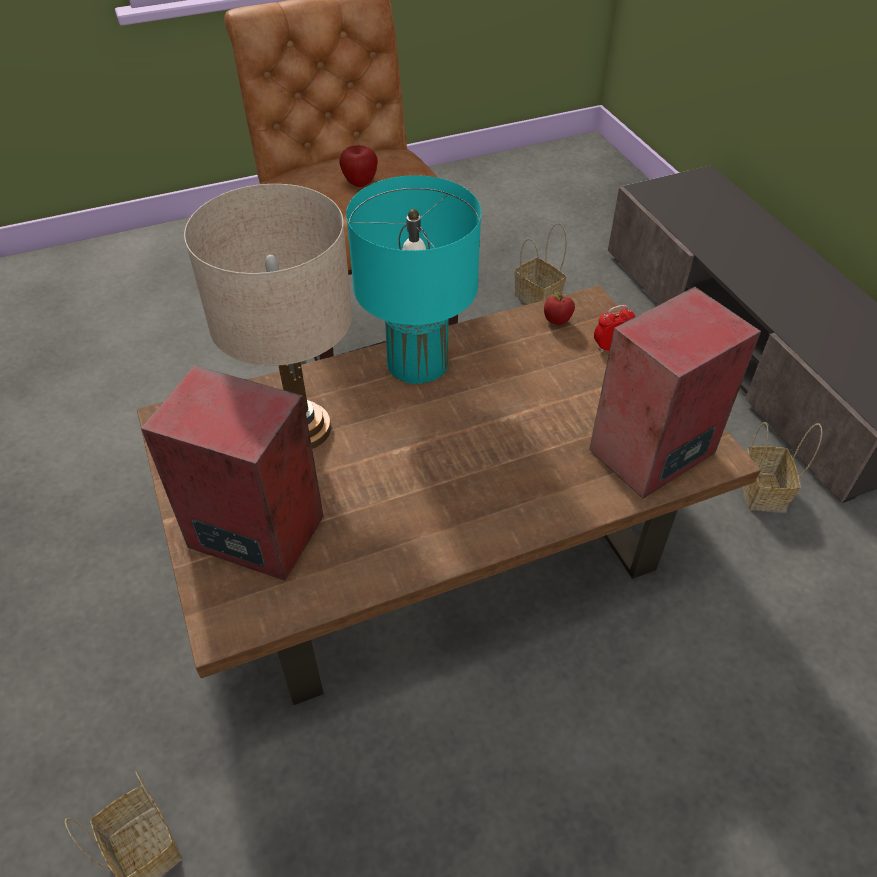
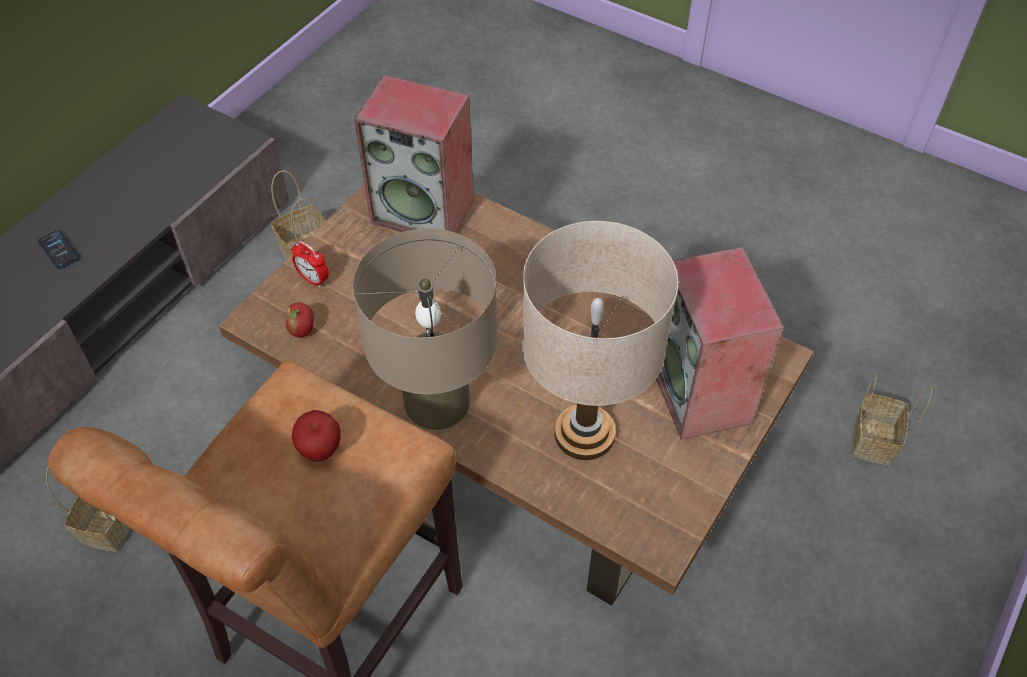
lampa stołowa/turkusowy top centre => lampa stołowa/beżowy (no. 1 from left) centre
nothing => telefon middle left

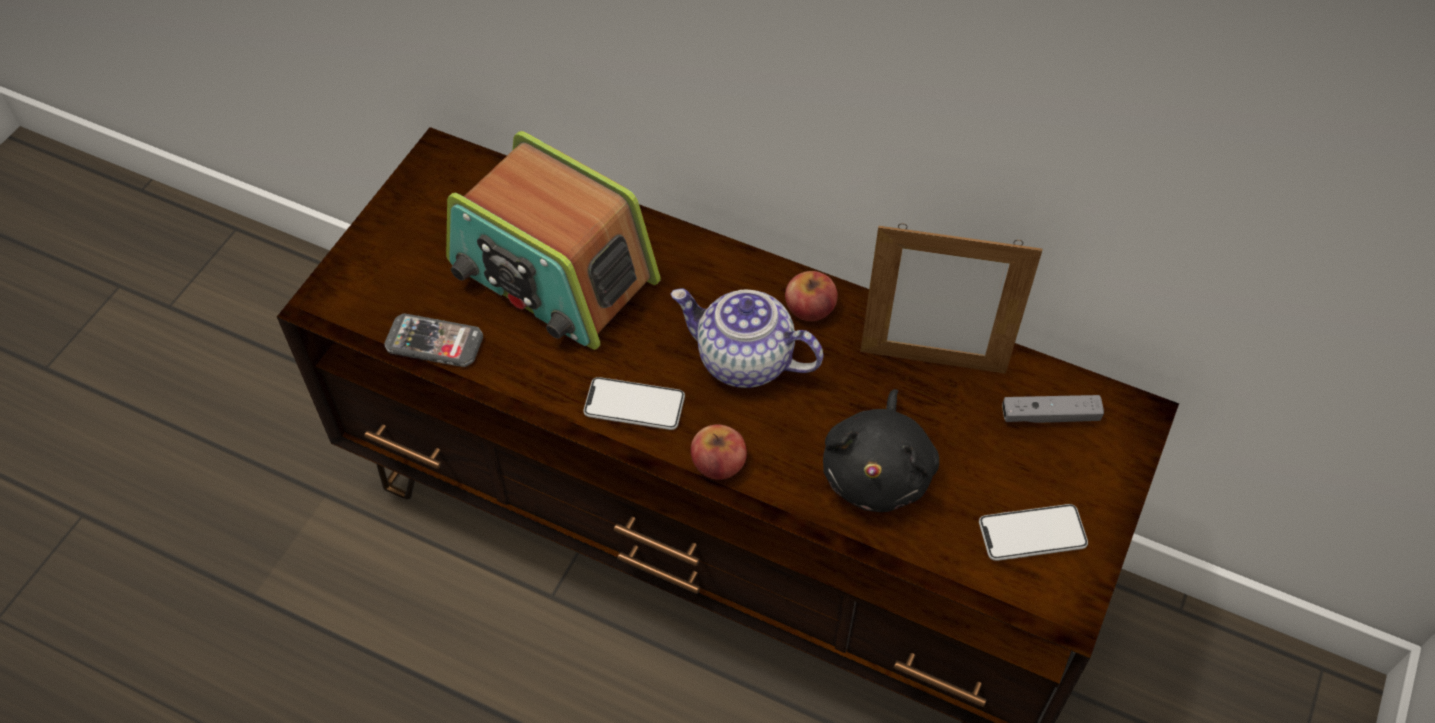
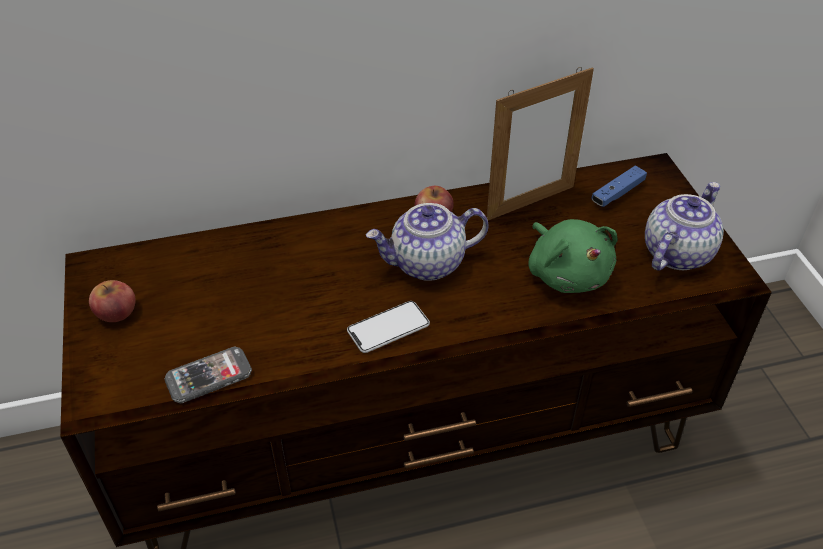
radio top centre => nothing
jabłko (no. 1 from left) centre => jabłko (no. 1 from left) middle left, relocated
pluszak/czarny centre => pluszak/zielony middle right
telefon (no. 3 from left) bottom right => imbryk (no. 2 from left) middle right
pad do gier/szary middle right => pad do gier/niebieski middle right

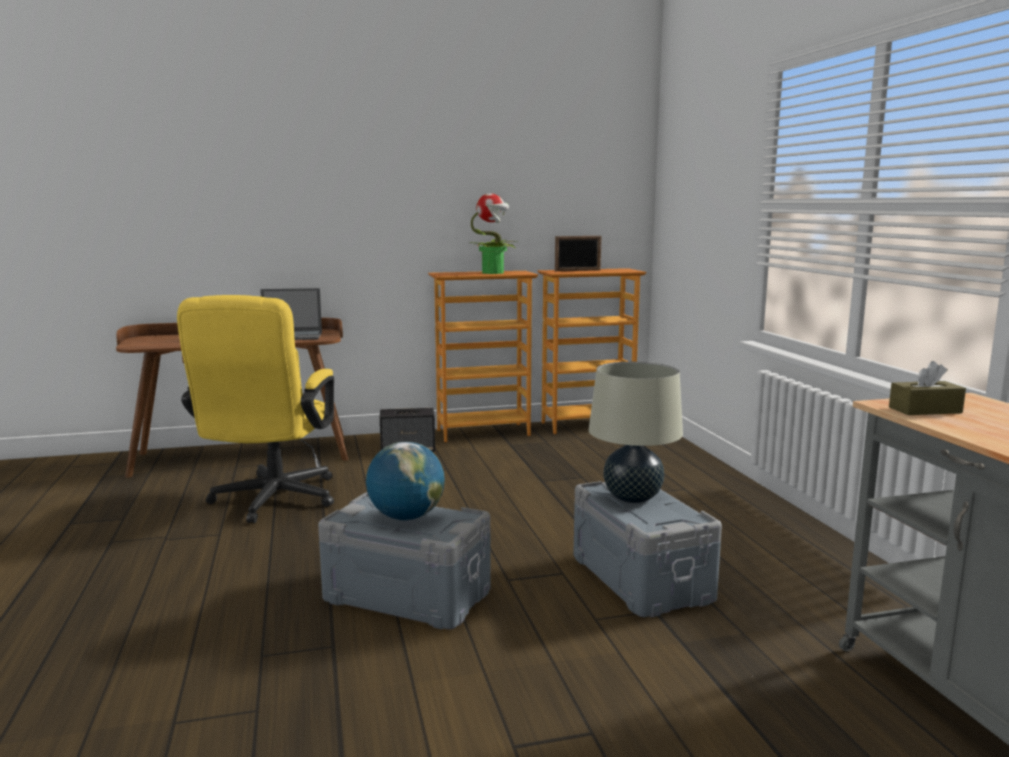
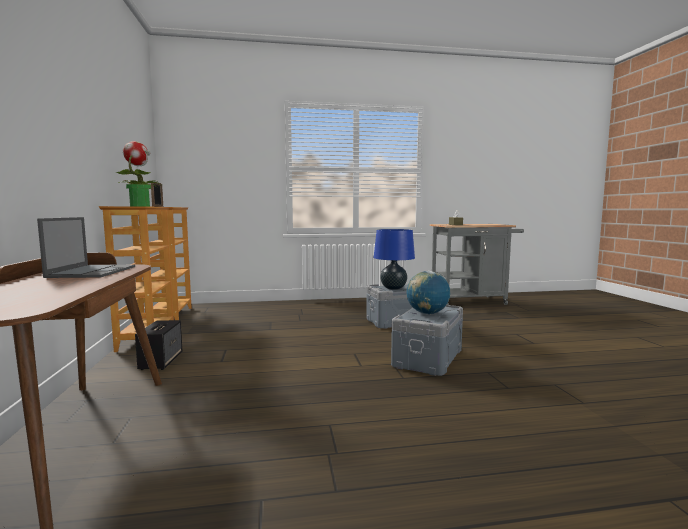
krzesło biurowe/żółty middle left => nothing
lampa stołowa/beżowy centre => lampa stołowa/niebieski centre

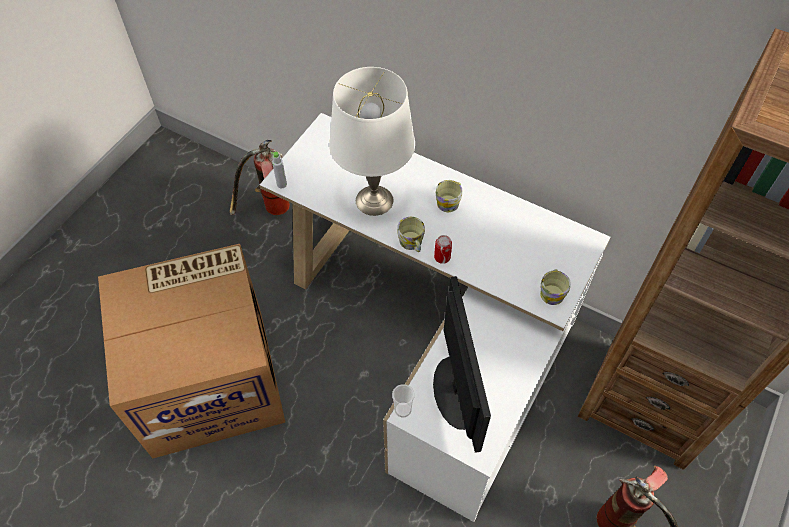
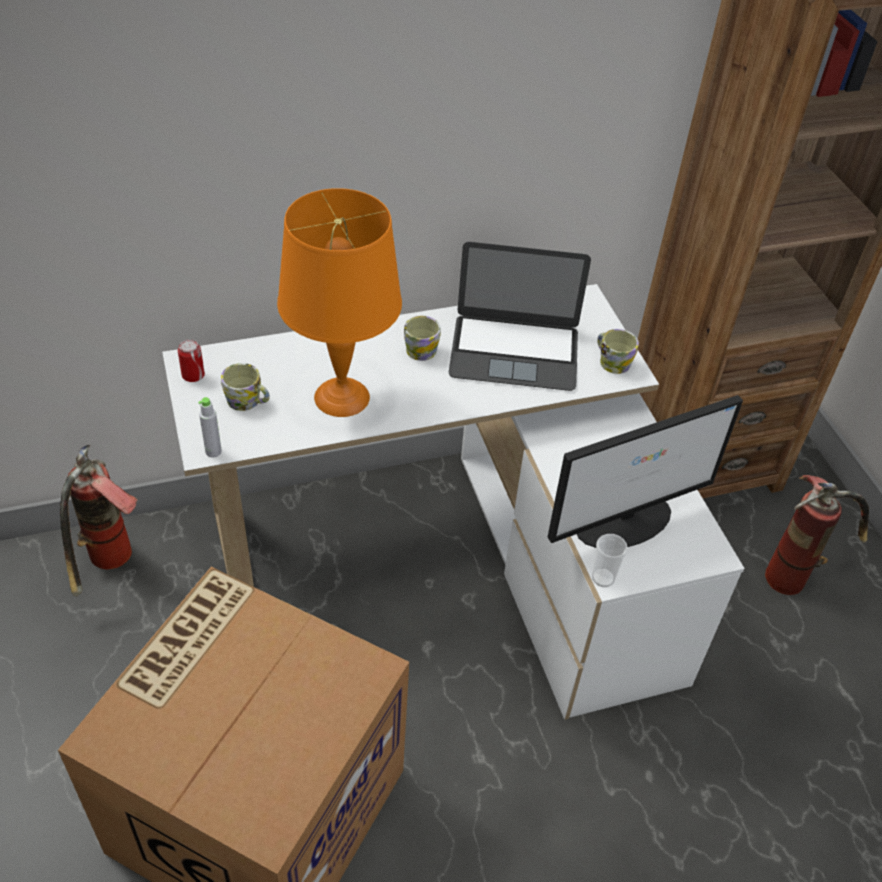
lampa stołowa/biały top centre => lampa stołowa/pomarańczowy centre
kubek (no. 1 from left) centre => kubek (no. 1 from left) middle left, relocated
monitor bottom centre => monitor middle right, 120 degrees clockwise
puszka centre => puszka middle left, relocated
nothing => laptop centre

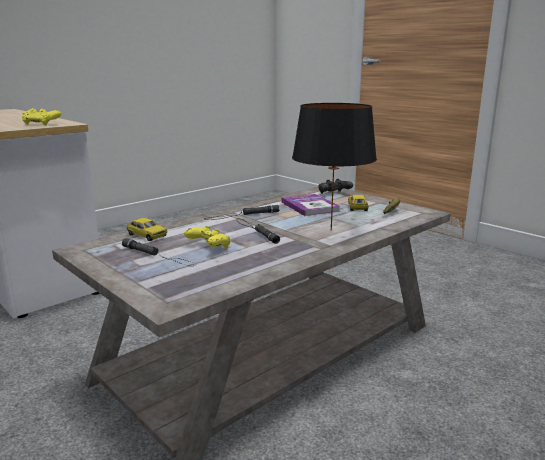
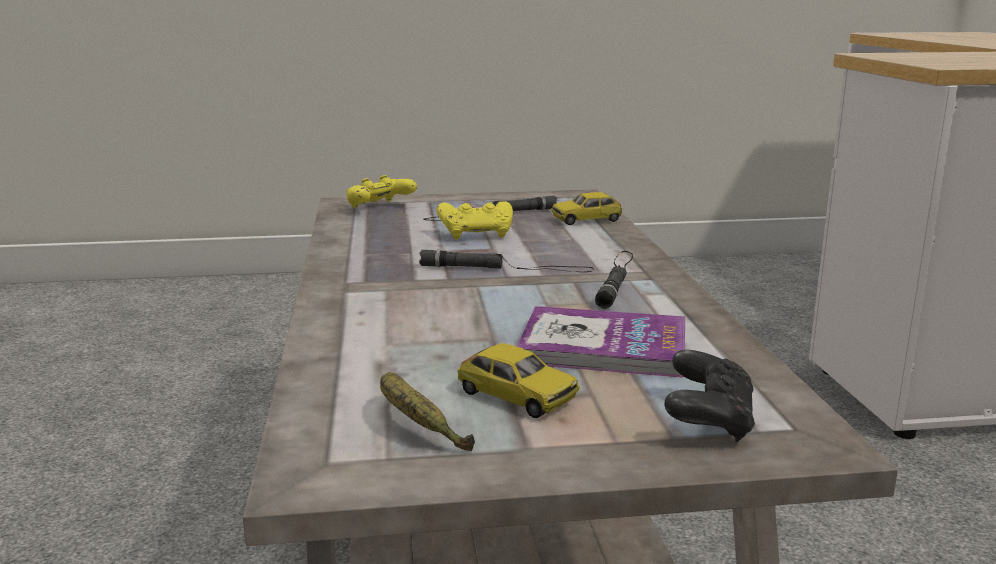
pad do gier/żółty (no. 1 from left) top left => pad do gier/żółty (no. 1 from left) centre, relocated
lampa stołowa/czarny centre => nothing

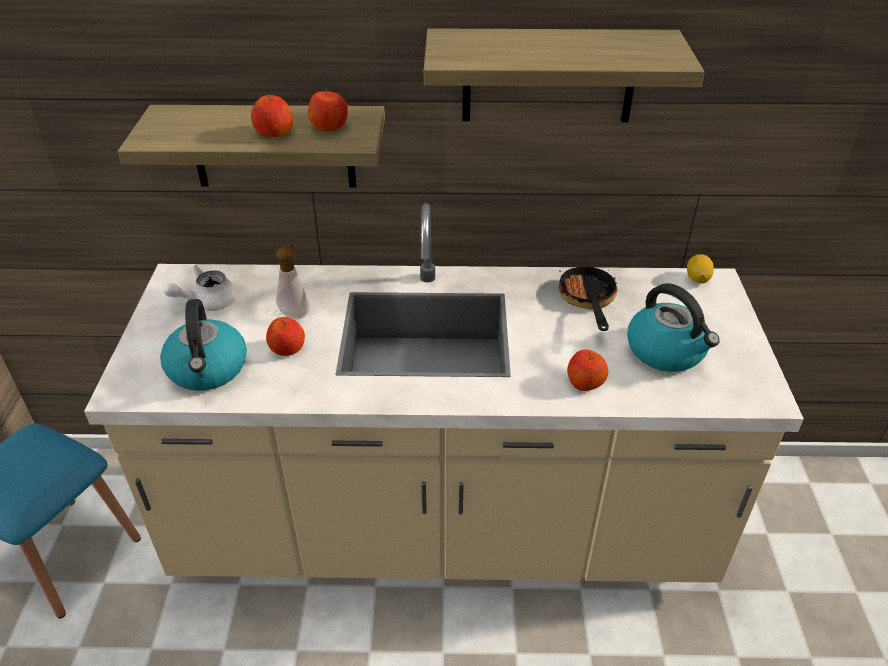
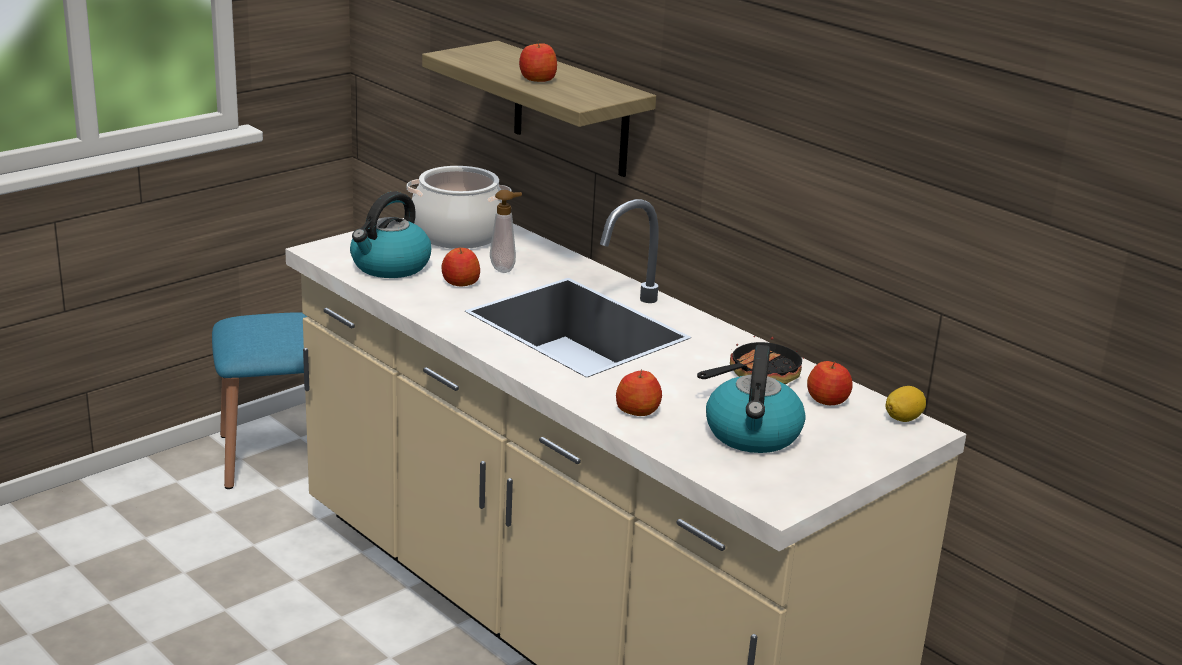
imbryk/biały middle left => garnek top centre
jabłko (no. 3 from left in the first image) top centre => jabłko (no. 4 from left) middle right, relocated
półka (no. 2 from left) top centre => nothing

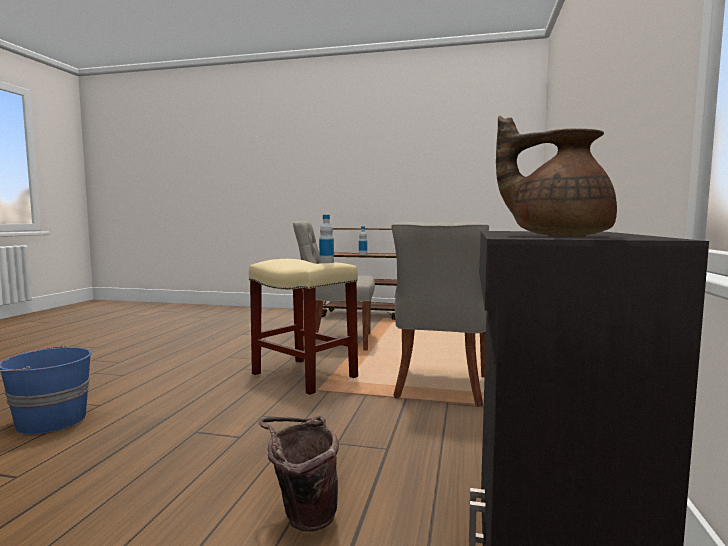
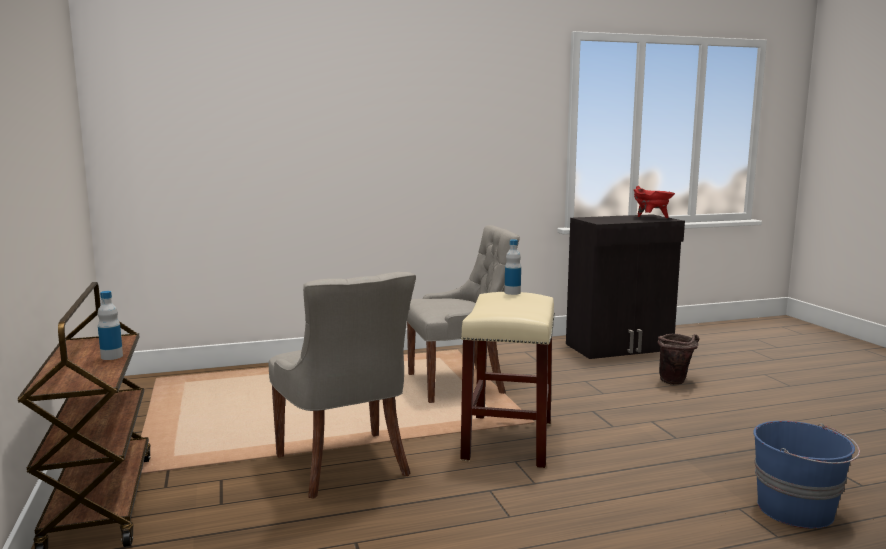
imbryk/brązowy top right => garnek/czerwony middle right

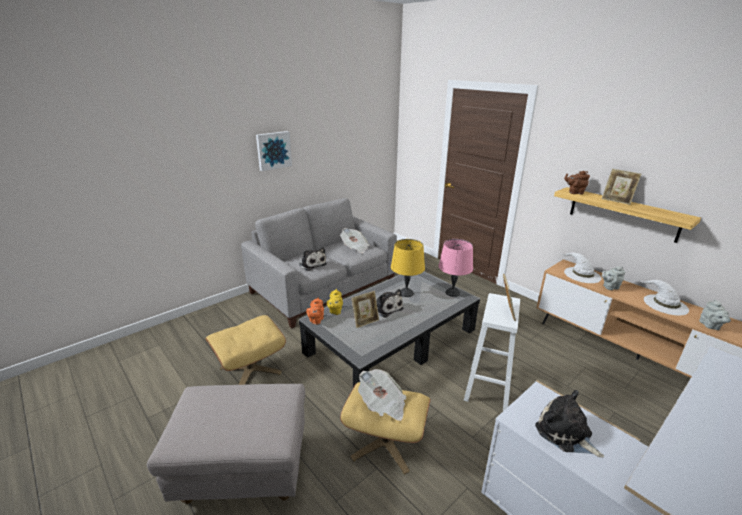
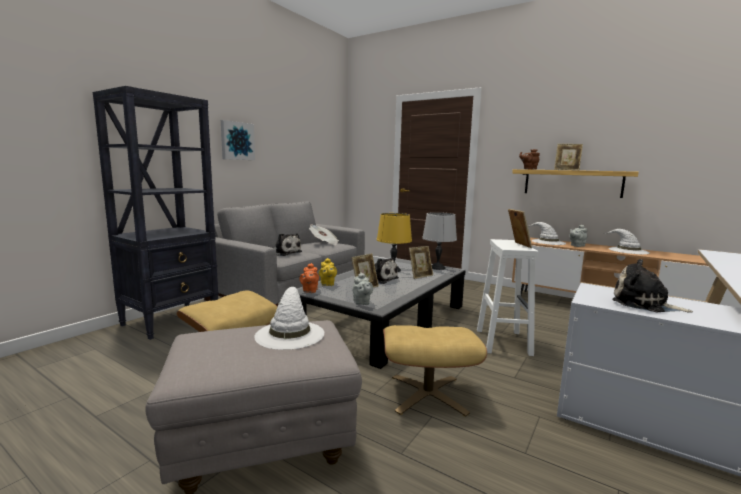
gazeta (no. 2 from left) bottom centre => nothing
lampa stołowa/różowy centre => lampa stołowa/szary centre
imbryk/szary (no. 2 from left in the first image) middle right => imbryk/szary (no. 1 from left) centre, relocated
nothing => regał/czarny middle left
nothing => kapelusz/biały (no. 1 from left) centre
nothing => ramka na zdjęcie (no. 2 from left) centre

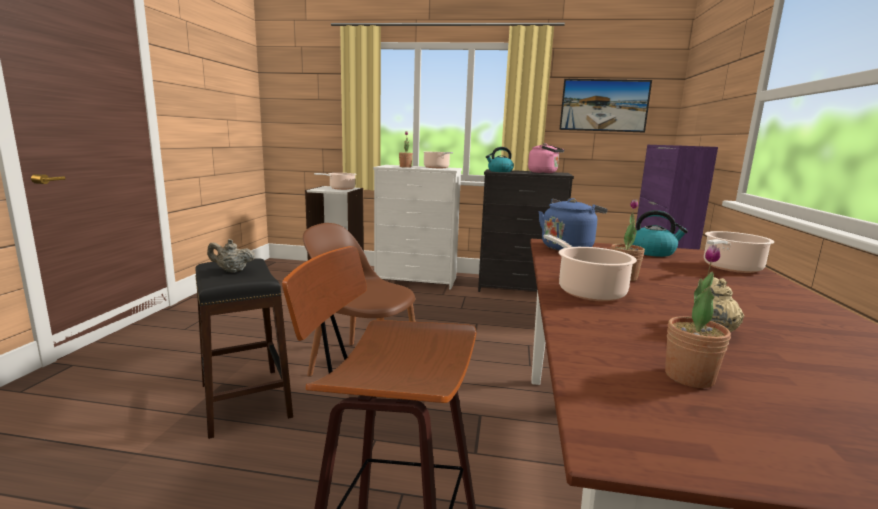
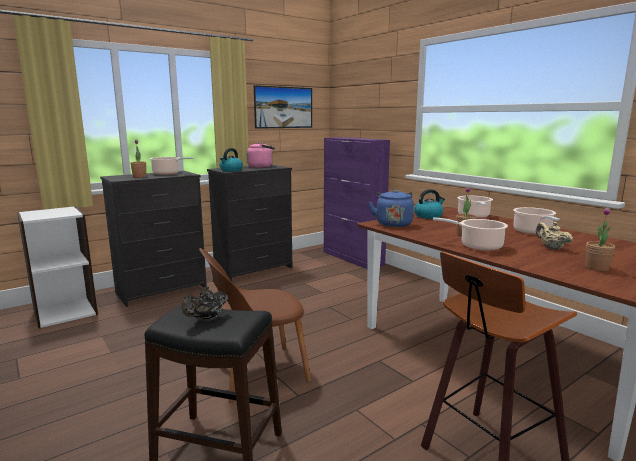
imbryk/beżowy (no. 1 from left) middle left => imbryk/czarny middle left
garnek (no. 1 from left in the first image) centre => garnek (no. 4 from left) middle right, relocated
komoda/biały centre => komoda/czarny (no. 1 from left) middle left

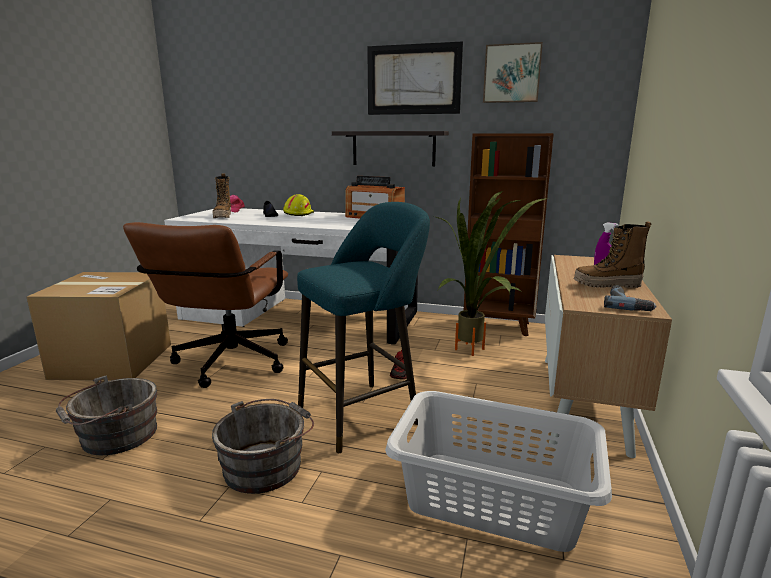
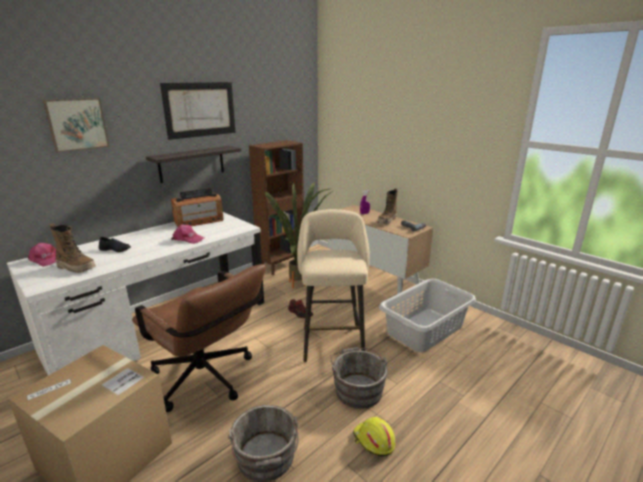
kask/żółty centre => kask/żółty bottom centre, relocated
stołek/turkusowy centre => stołek/beżowy centre
obraz (no. 2 from left in the first image) top centre => obraz (no. 1 from left) top left, relocated
nothing => czapka z daszkiem/różowy (no. 2 from left) middle left

